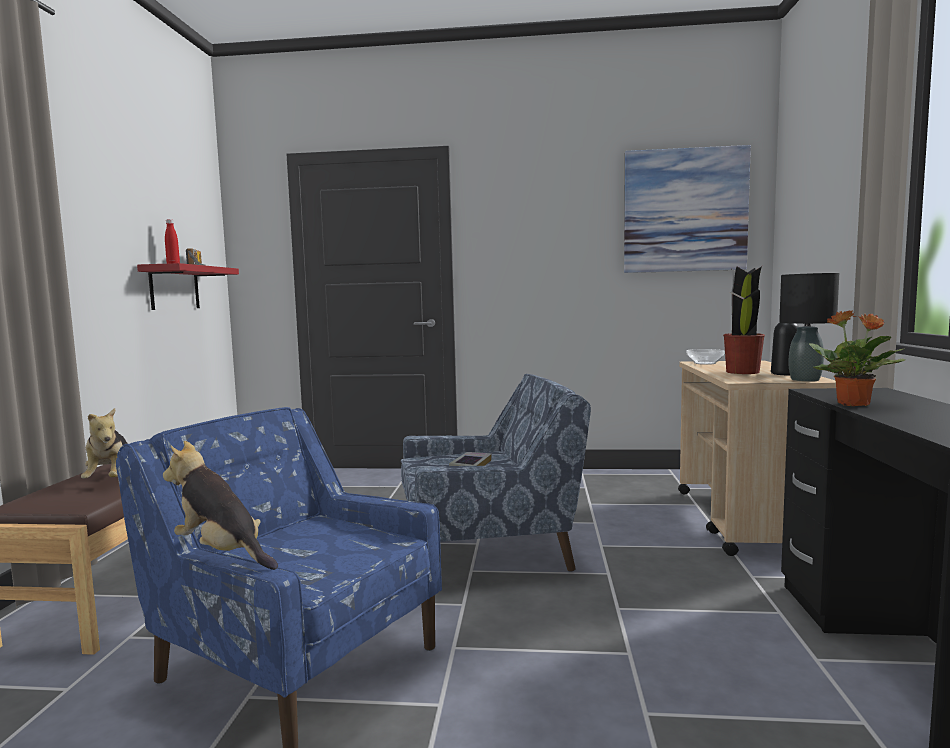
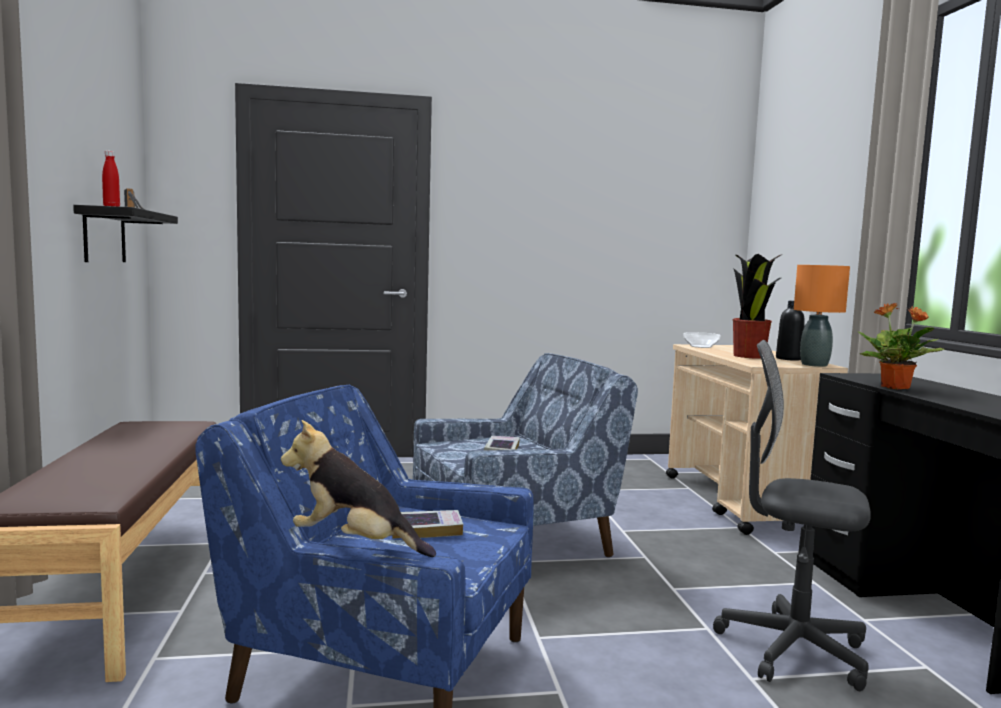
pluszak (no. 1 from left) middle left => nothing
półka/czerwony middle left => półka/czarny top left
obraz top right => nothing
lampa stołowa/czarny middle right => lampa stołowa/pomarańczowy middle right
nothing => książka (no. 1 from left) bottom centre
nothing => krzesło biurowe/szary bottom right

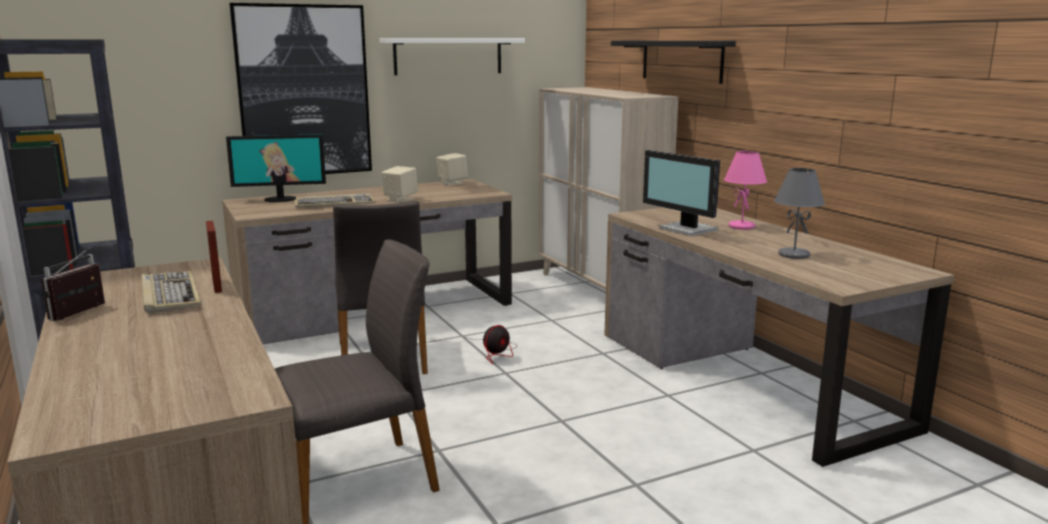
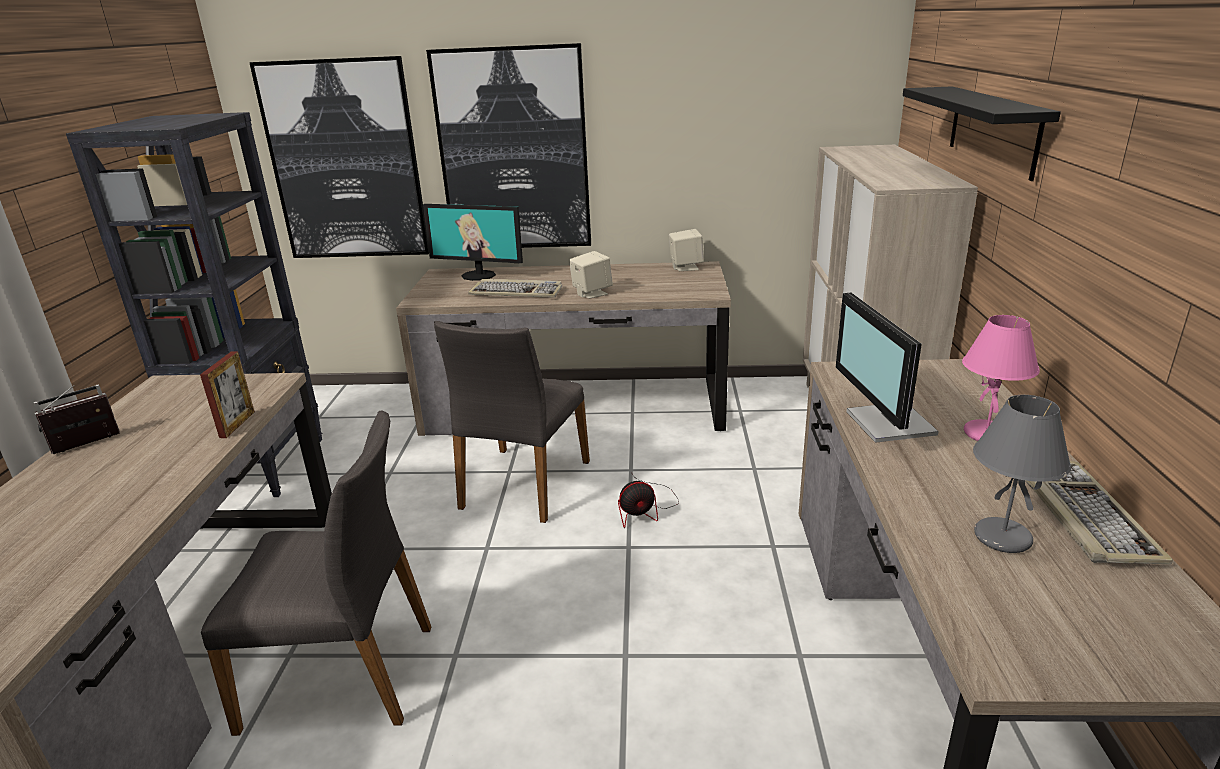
klawiatura (no. 1 from left in the first image) middle left => klawiatura (no. 2 from left) middle right, relocated
półka/biały top centre => nothing
nothing => obraz (no. 1 from left) top left

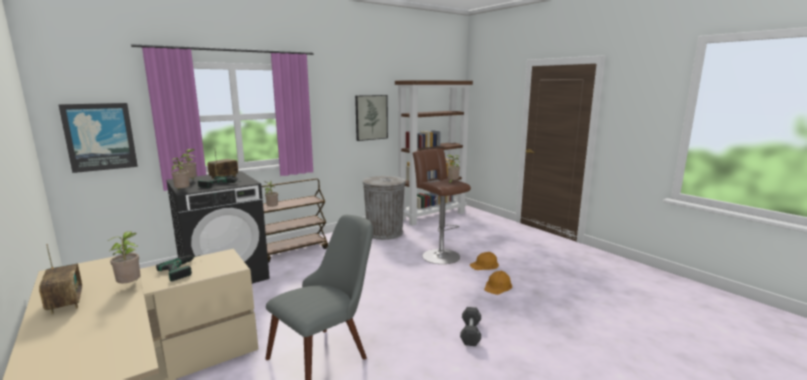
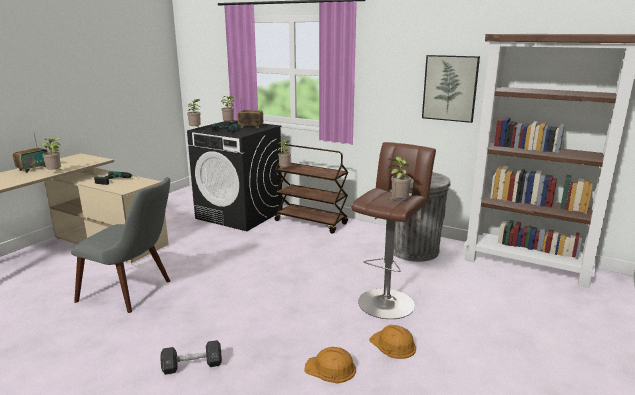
obraz (no. 1 from left) middle left => nothing

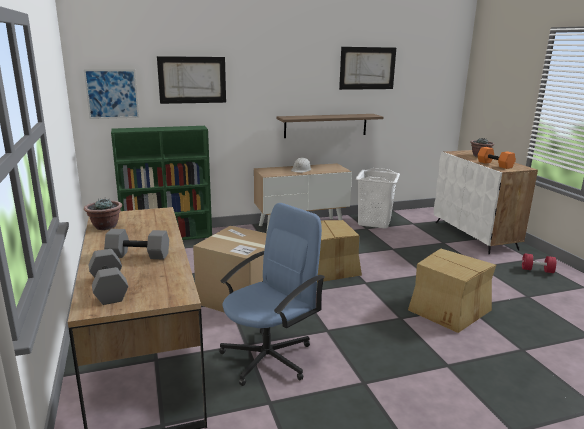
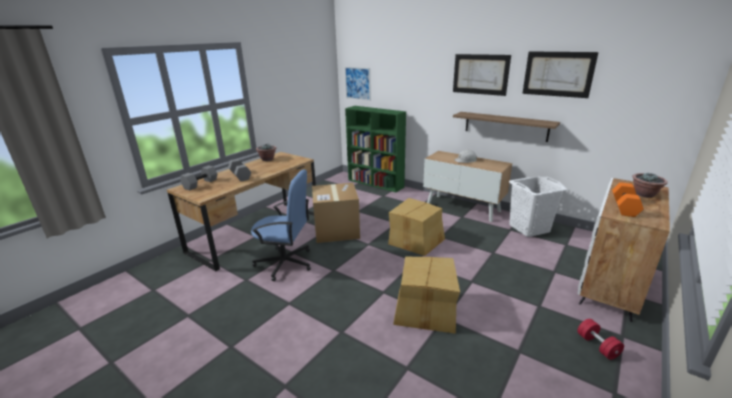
obraz (no. 2 from left) top left => obraz (no. 2 from left) top centre, relocated

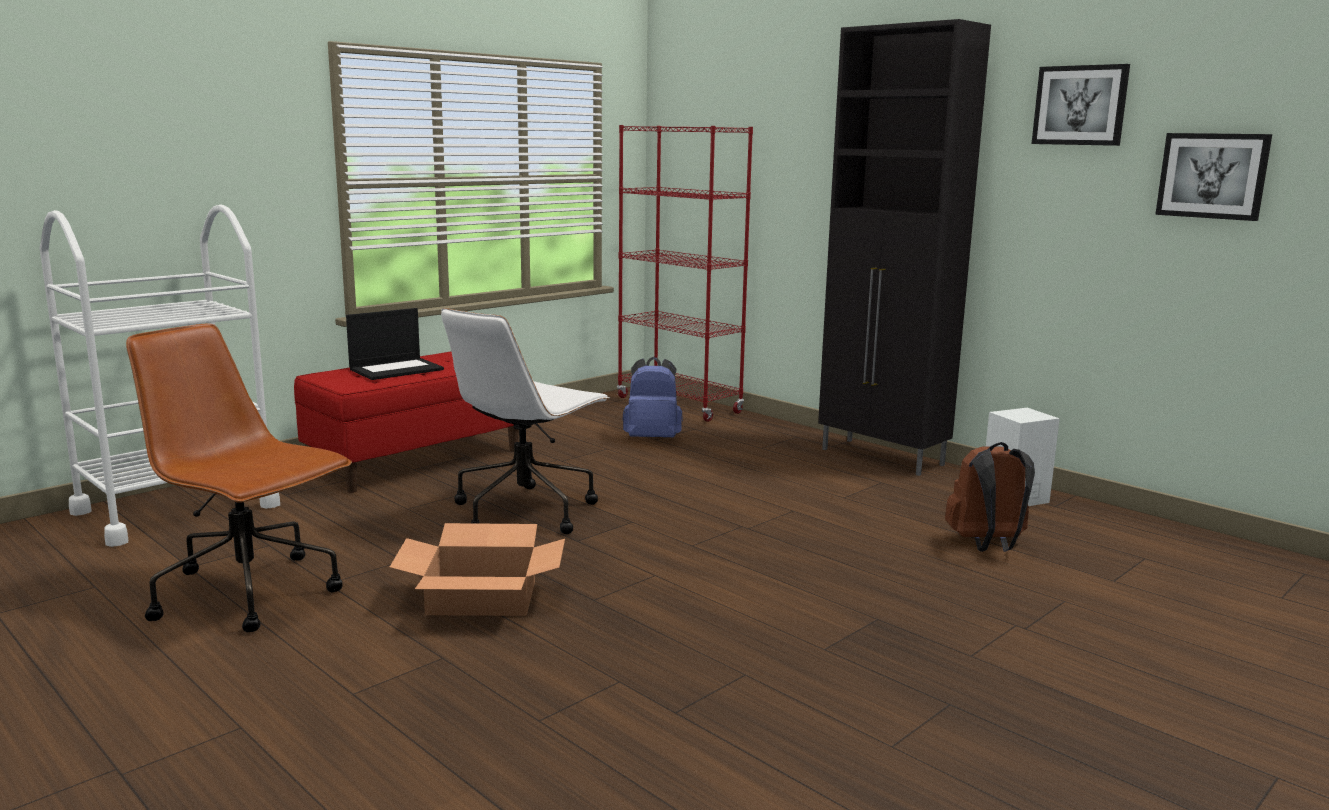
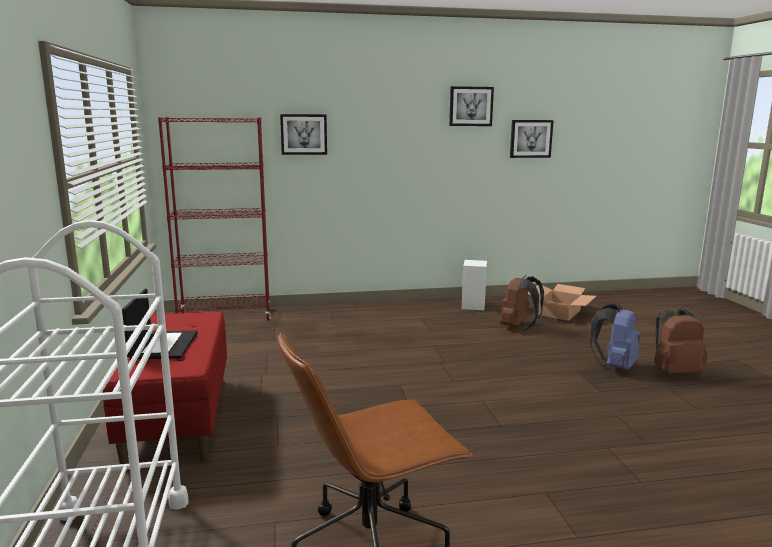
karton bottom centre => karton middle right, relocated
krzesło biurowe/biały centre => nothing
plecak/niebieski centre => plecak/niebieski middle right, relocated
szafka/czarny top right => nothing
nothing => obraz (no. 1 from left) top centre
nothing => plecak/brązowy (no. 2 from left) middle right

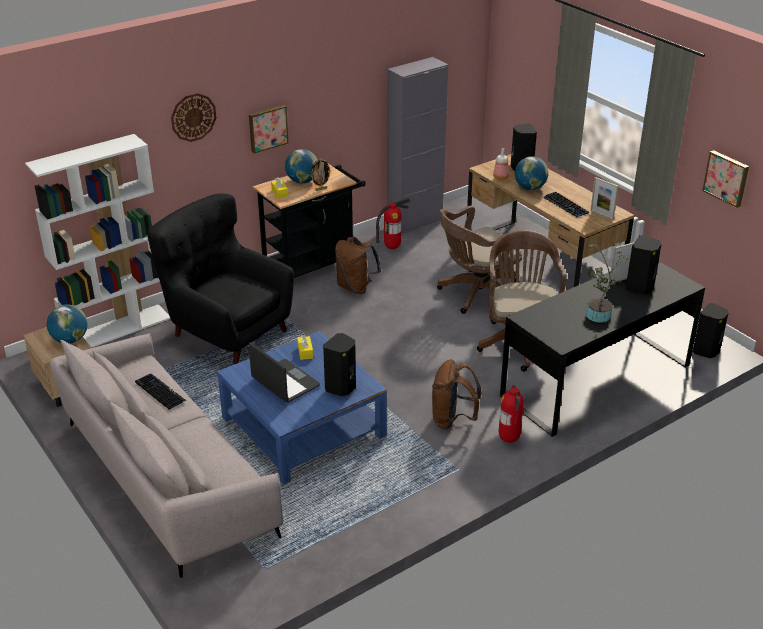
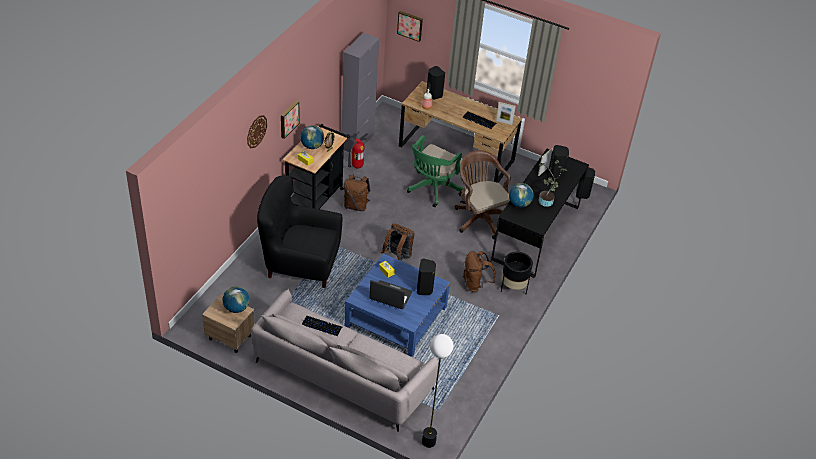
regał/biały middle left => nothing
krzesło biurowe/brązowy (no. 1 from left) centre => krzesło biurowe/zielony centre
gaśnica (no. 2 from left) middle right => donica/czarny centre
globus (no. 3 from left) top right => globus (no. 3 from left) centre, relocated
obraz (no. 2 from left) top right => obraz (no. 2 from left) top centre, relocated
nothing => plecak/brązowy (no. 2 from left) centre
nothing => lampa stojąca bottom centre

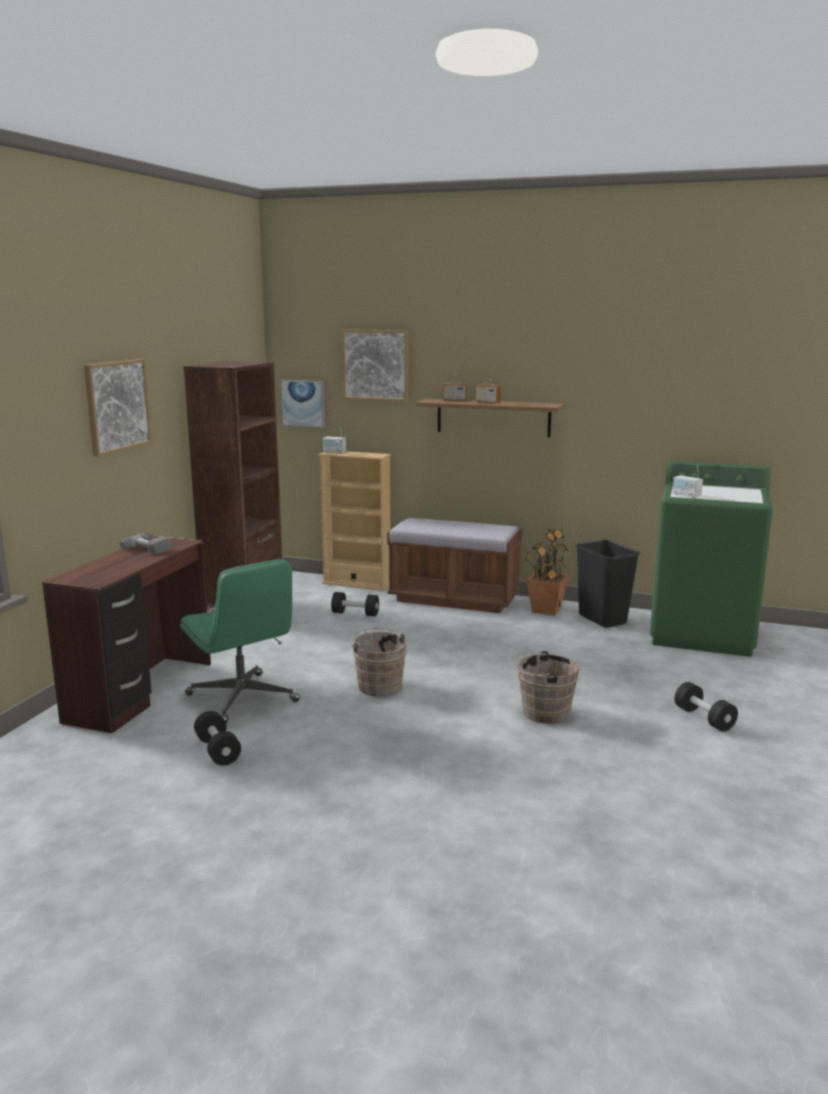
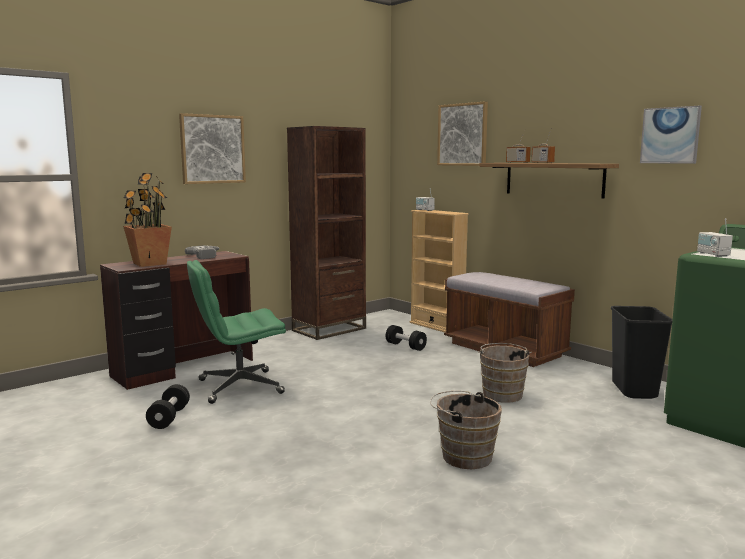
krzesło biurowe/zielony middle left, 75 degrees clockwise
obraz (no. 2 from left in the first image) centre => obraz (no. 3 from left) top right, relocated
wiadro/brązowy (no. 1 from left in the first image) centre => wiadro/brązowy (no. 2 from left) bottom right, relocated
roślina doniczkowa centre => roślina doniczkowa middle left, relocated
hantel/czarny (no. 3 from left) middle right => nothing

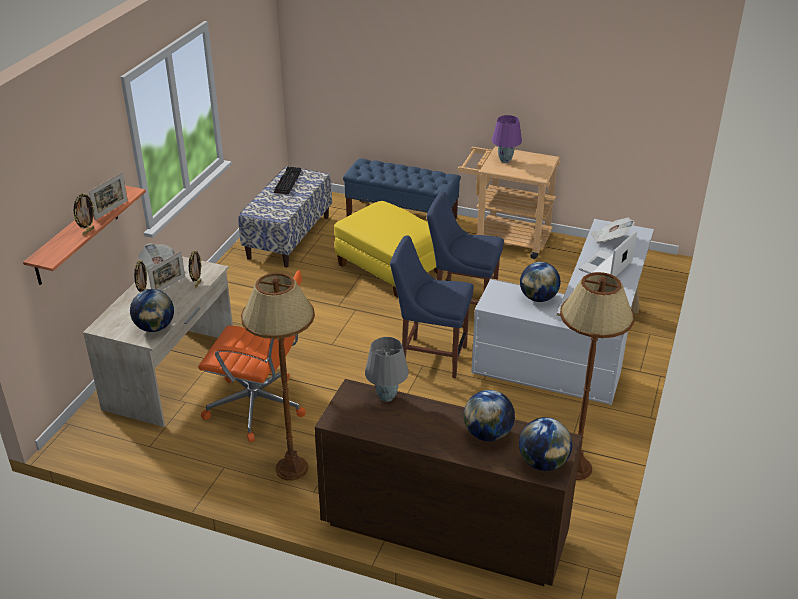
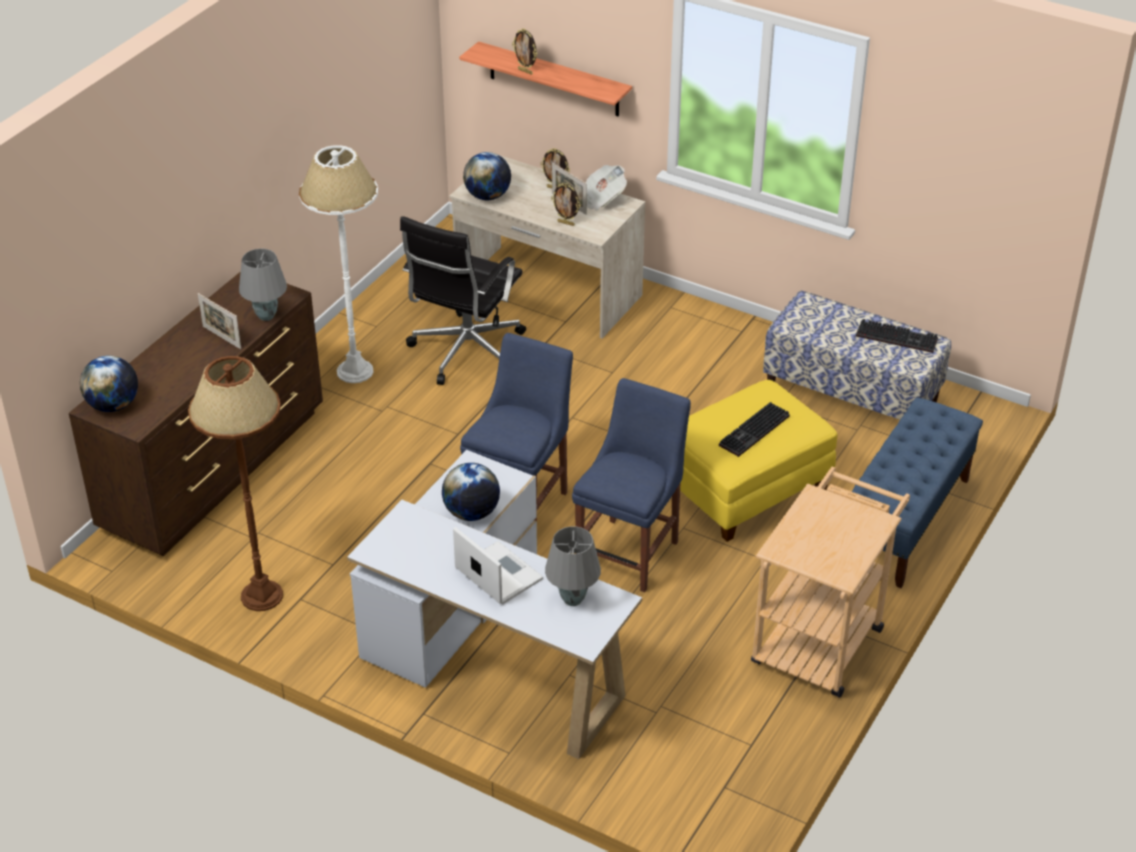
ramka na zdjęcie (no. 2 from left in the first image) top left => ramka na zdjęcie (no. 1 from left) middle left, relocated
krzesło biurowe/pomarańczowy middle left => krzesło biurowe/czarny centre
lampa stojąca/brązowy (no. 1 from left) centre => lampa stojąca/biały top left
globus (no. 2 from left) bottom centre => nothing
lampa stołowa/fioletowy top centre => nothing
gazeta (no. 2 from left) middle right => lampa stołowa/szary (no. 2 from left) centre
nothing => klawiatura (no. 1 from left) centre

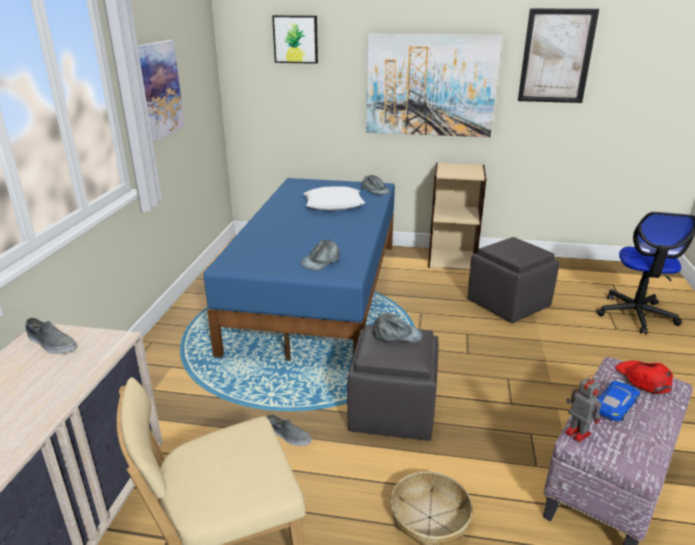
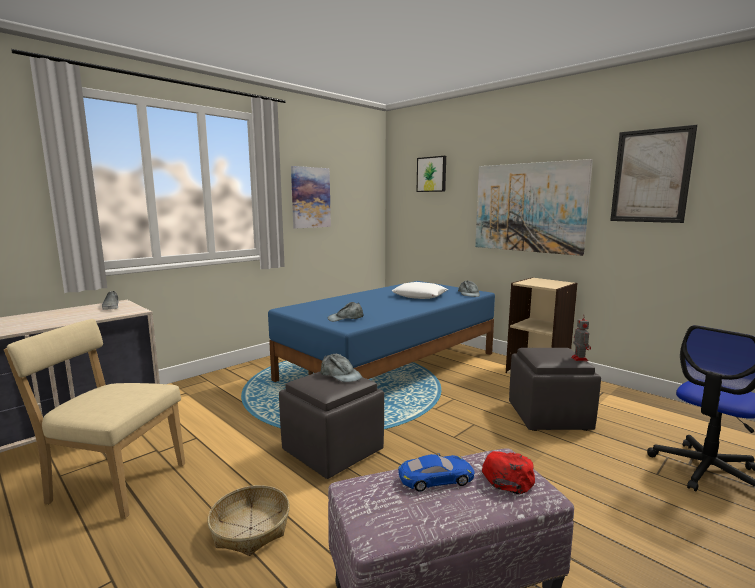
but/szary (no. 2 from left) bottom centre => nothing
robot zabawkowy bottom right => robot zabawkowy middle right, relocated

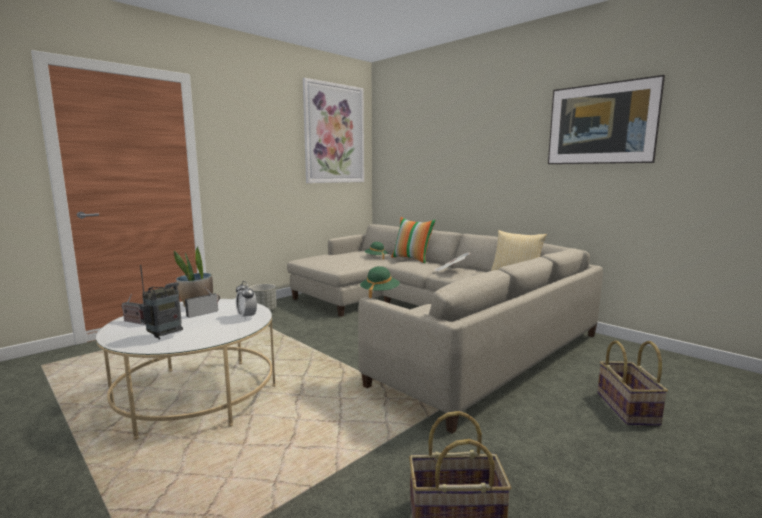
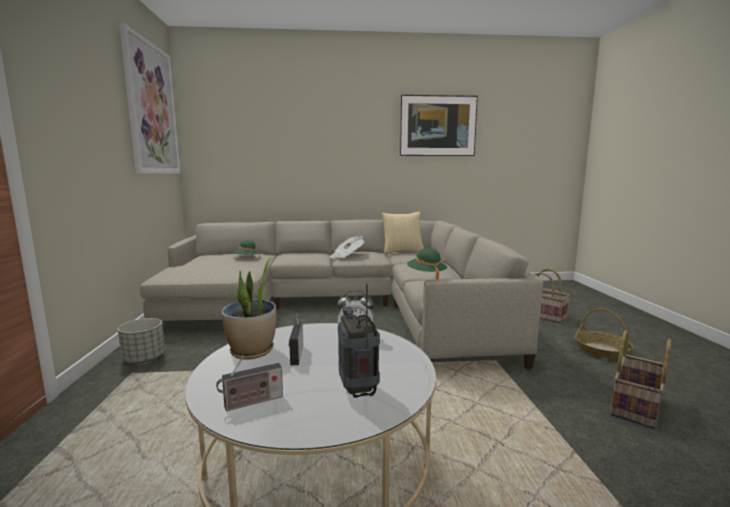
poduszka (no. 1 from left) centre => nothing
nothing => koszyk (no. 2 from left) middle right

